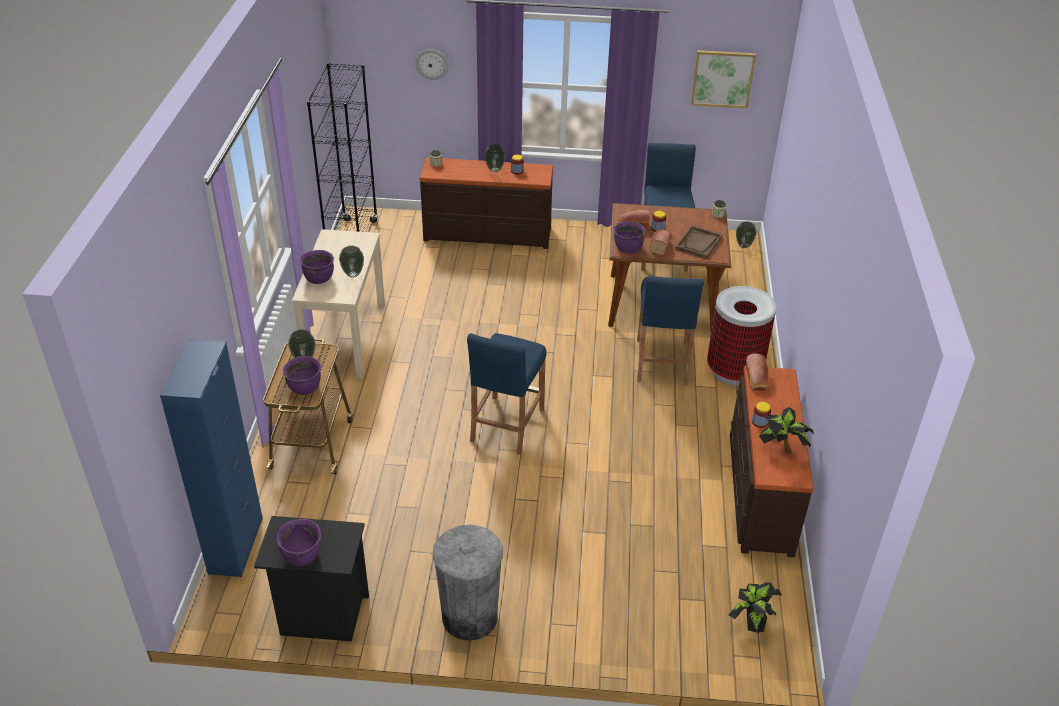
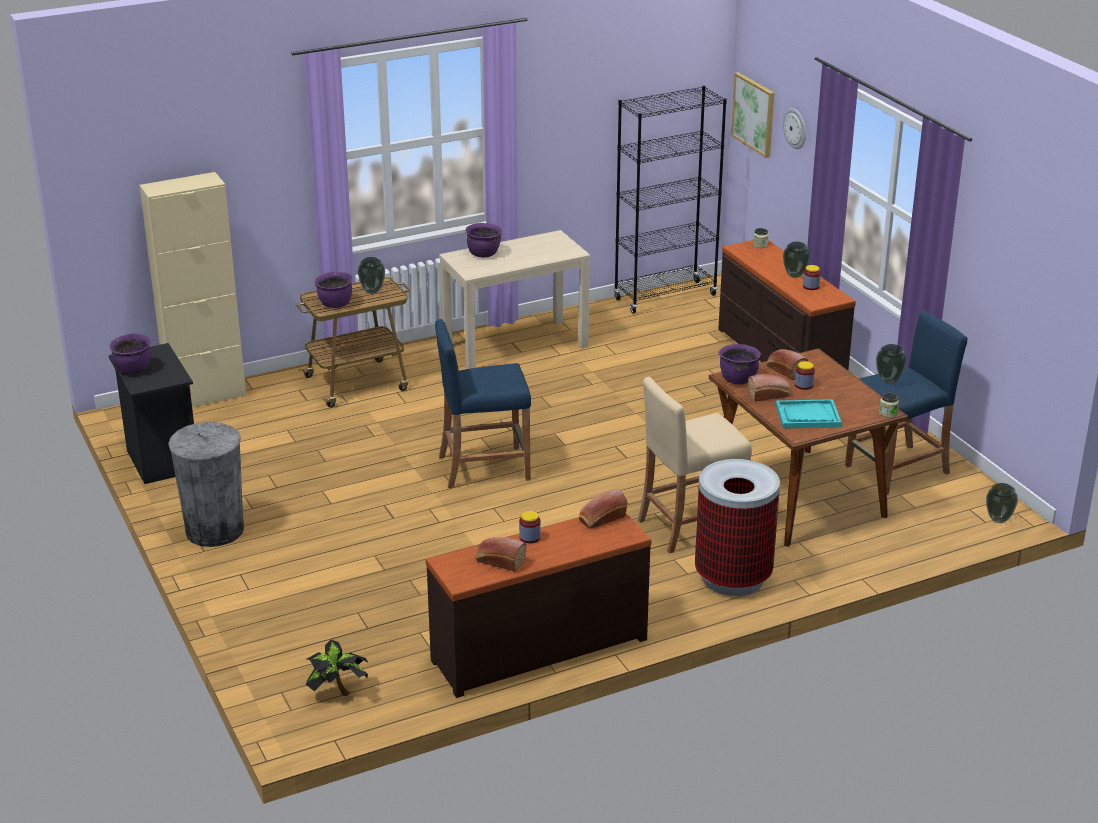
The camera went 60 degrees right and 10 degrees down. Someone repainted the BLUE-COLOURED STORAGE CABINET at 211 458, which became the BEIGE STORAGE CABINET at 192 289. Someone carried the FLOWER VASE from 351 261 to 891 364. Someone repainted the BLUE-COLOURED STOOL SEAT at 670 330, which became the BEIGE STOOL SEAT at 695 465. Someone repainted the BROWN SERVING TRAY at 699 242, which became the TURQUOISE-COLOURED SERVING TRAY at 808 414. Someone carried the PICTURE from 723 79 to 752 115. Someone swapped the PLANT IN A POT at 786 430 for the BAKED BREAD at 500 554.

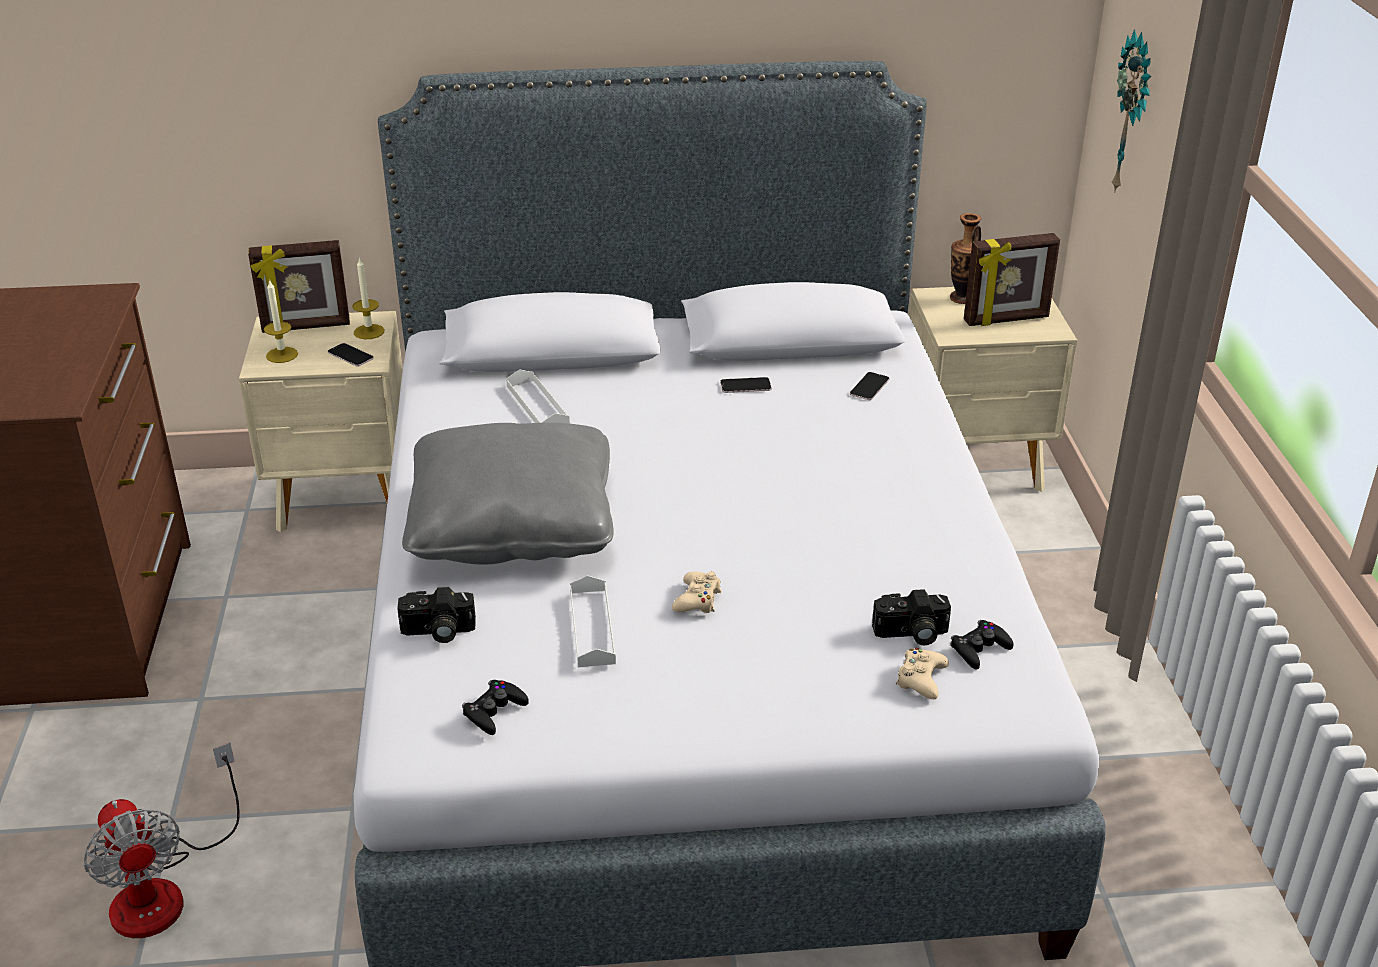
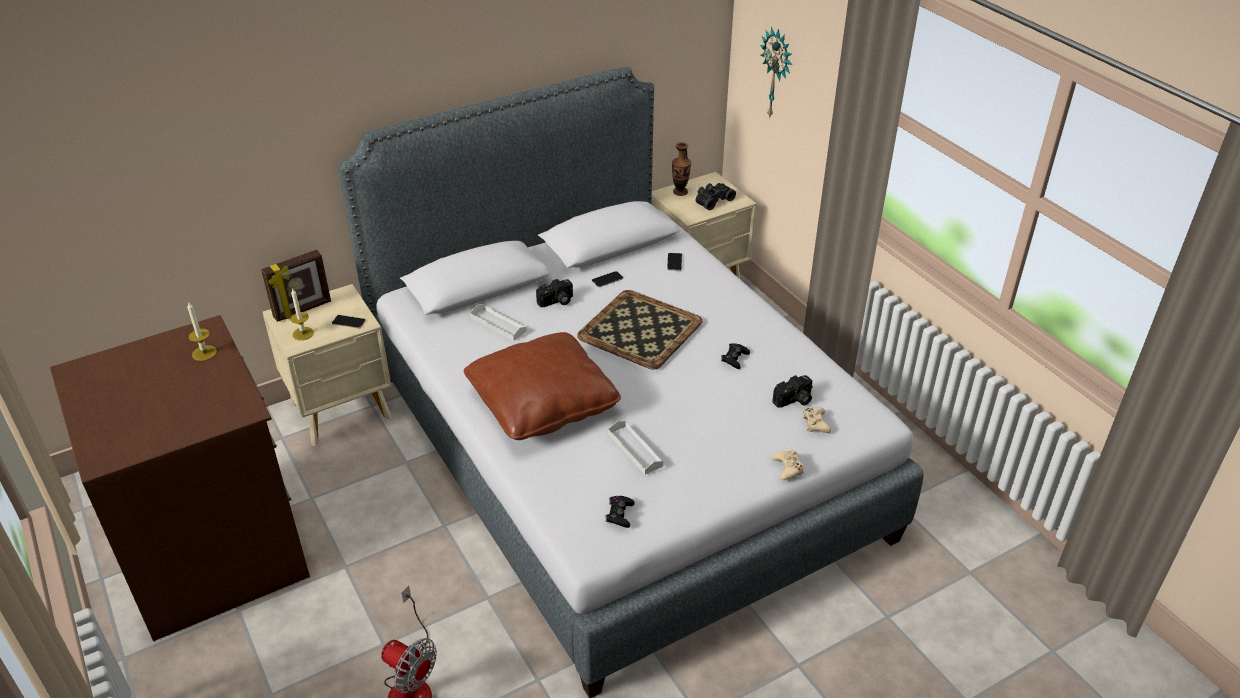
The camera went 25 degrees left and 5 degrees up. Someone carried the CANDLE from 368 299 to 202 331. Someone carried the PHOTO CAMERA from 436 615 to 554 293. Someone repainted the GREY CUSHION at 508 494, which became the BROWN CUSHION at 542 386. Someone carried the BEIGE GAMEPAD from 697 592 to 788 465. Someone carried the BLACKISH GAMEPAD from 982 645 to 735 356. Someone swapped the PHOTO FRAME at 1012 279 for the BLACKISH FIELD GLASSES at 716 196. Someone put down the SERVING TRAY at 640 329.

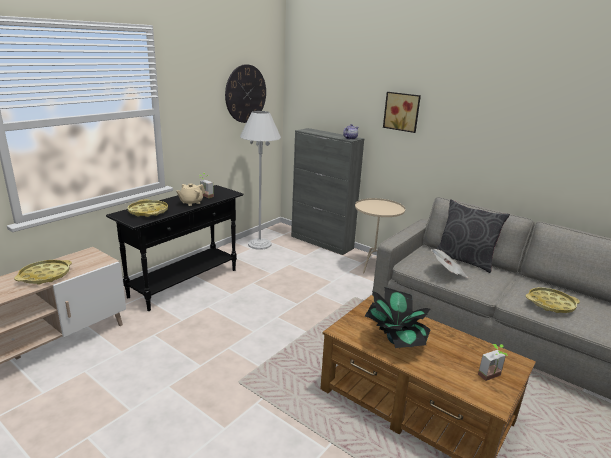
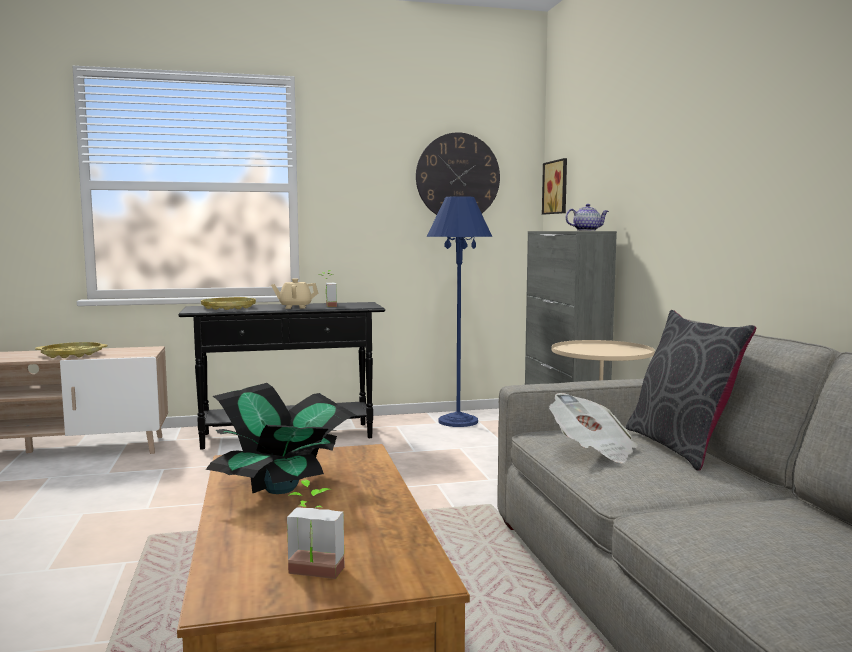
The camera went 40 degrees right and 15 degrees down. Someone repainted the WHITE STANDARD LAMP at 260 180, which became the BLUE-COLOURED STANDARD LAMP at 459 311. Someone carried the PICTURE from 402 112 to 554 186. Someone took away the YELLOW-COLOURED SERVING TRAY at 553 300.

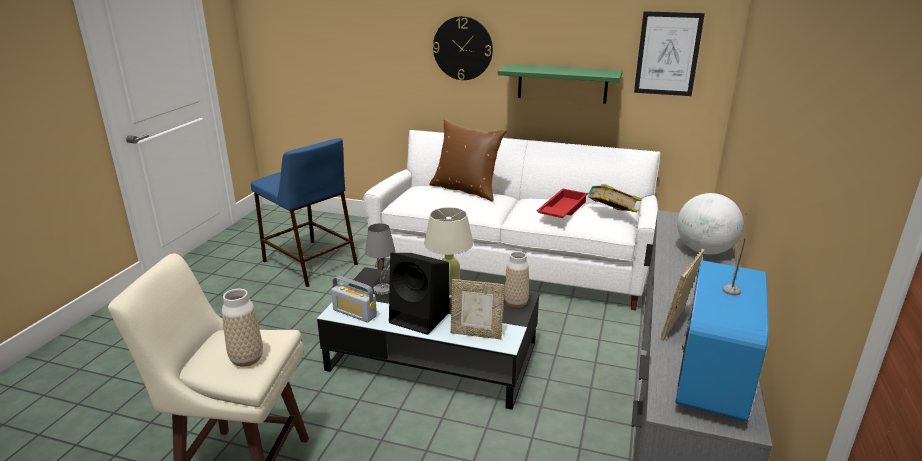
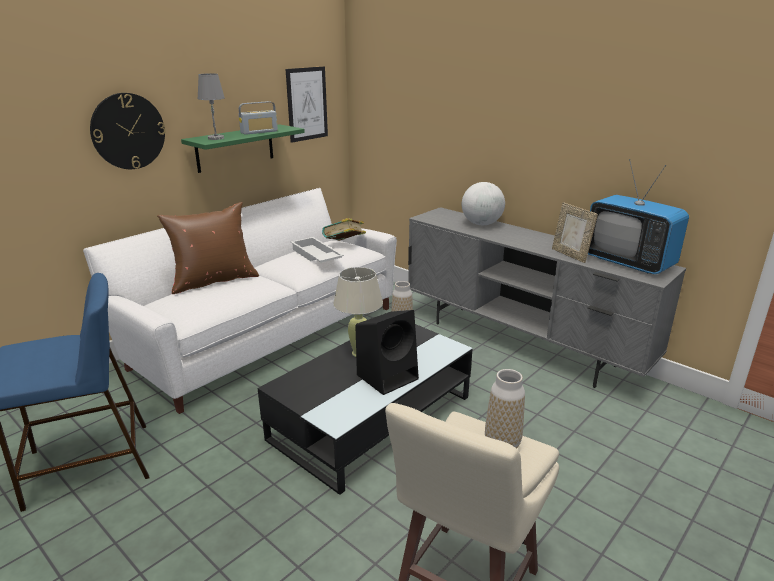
The camera went 65 degrees left and 0 degrees up. Someone carried the RADIO SET from 354 299 to 258 118. Someone carried the GREY TABLE LAMP from 380 259 to 211 106. Someone took away the PHOTO FRAME at 478 309. Someone repainted the REDDISH SERVING TRAY at 562 203, which became the WHITE SERVING TRAY at 317 250.

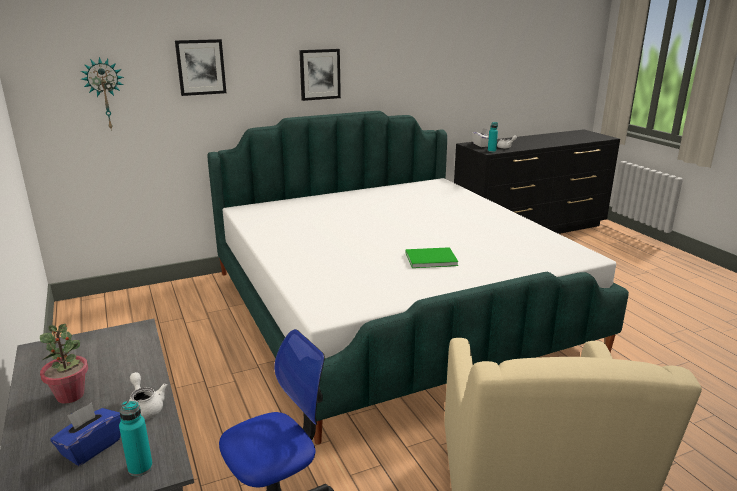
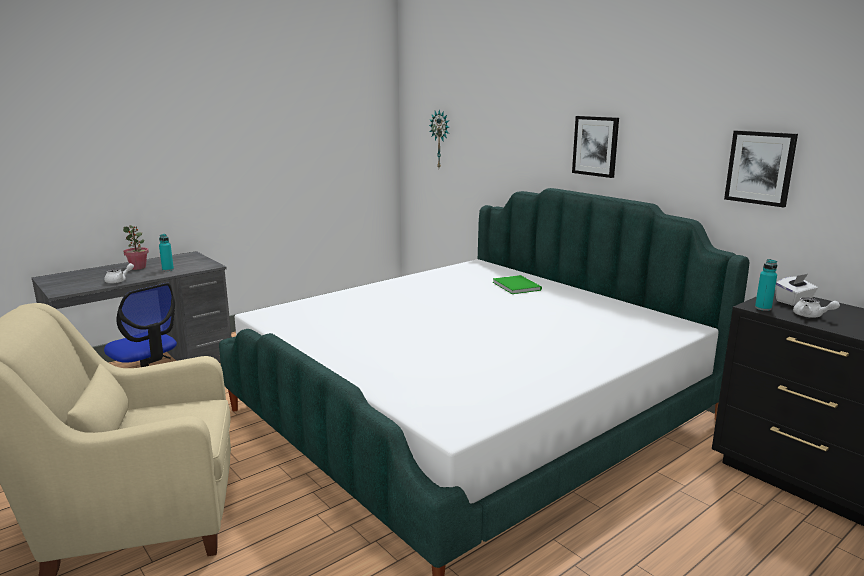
The camera went 75 degrees right and 5 degrees down. Someone took away the BLUE-COLOURED TISSUE BOX at 85 434. Someone carried the TURQUOISE-COLOURED DRINK BOTTLE from 136 438 to 166 252. Someone carried the PICTURE from 200 67 to 761 169. Someone carried the GREEN-COLOURED BOOK from 432 257 to 517 284.

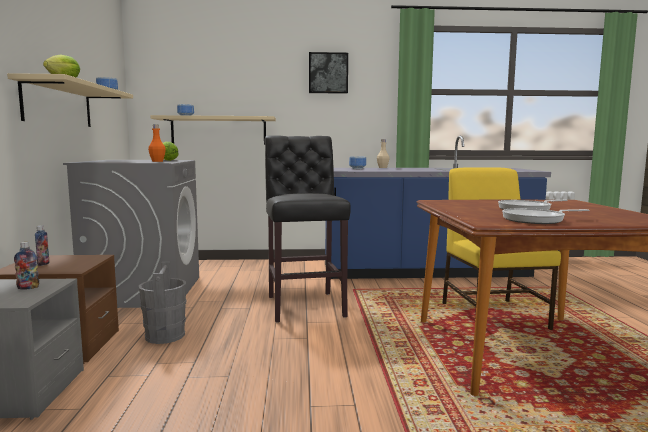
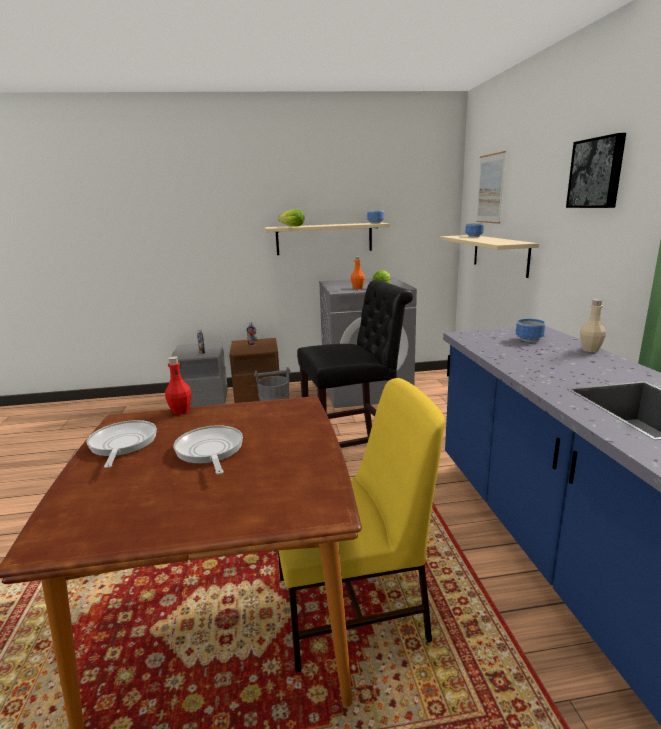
The camera went 85 degrees right and 10 degrees up. Someone put down the REDDISH DRINK BOTTLE at 178 385. Someone put up the PICTURE at 491 187.

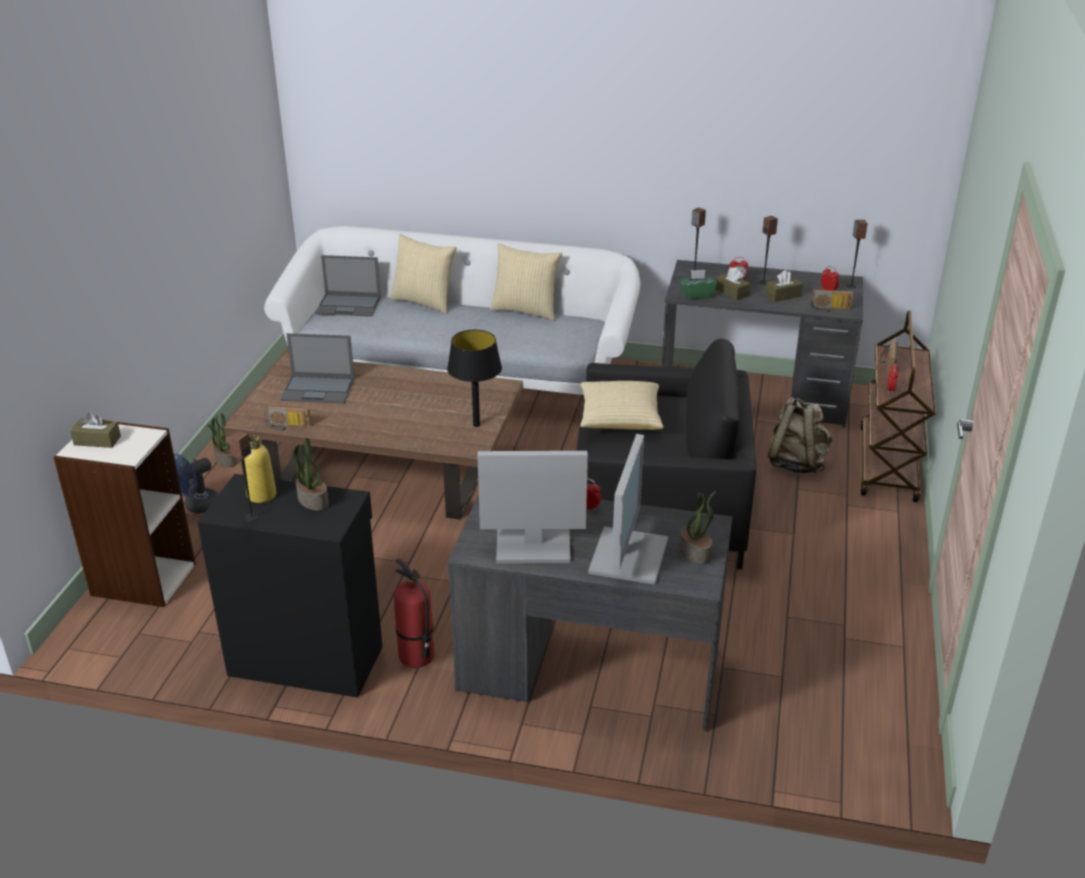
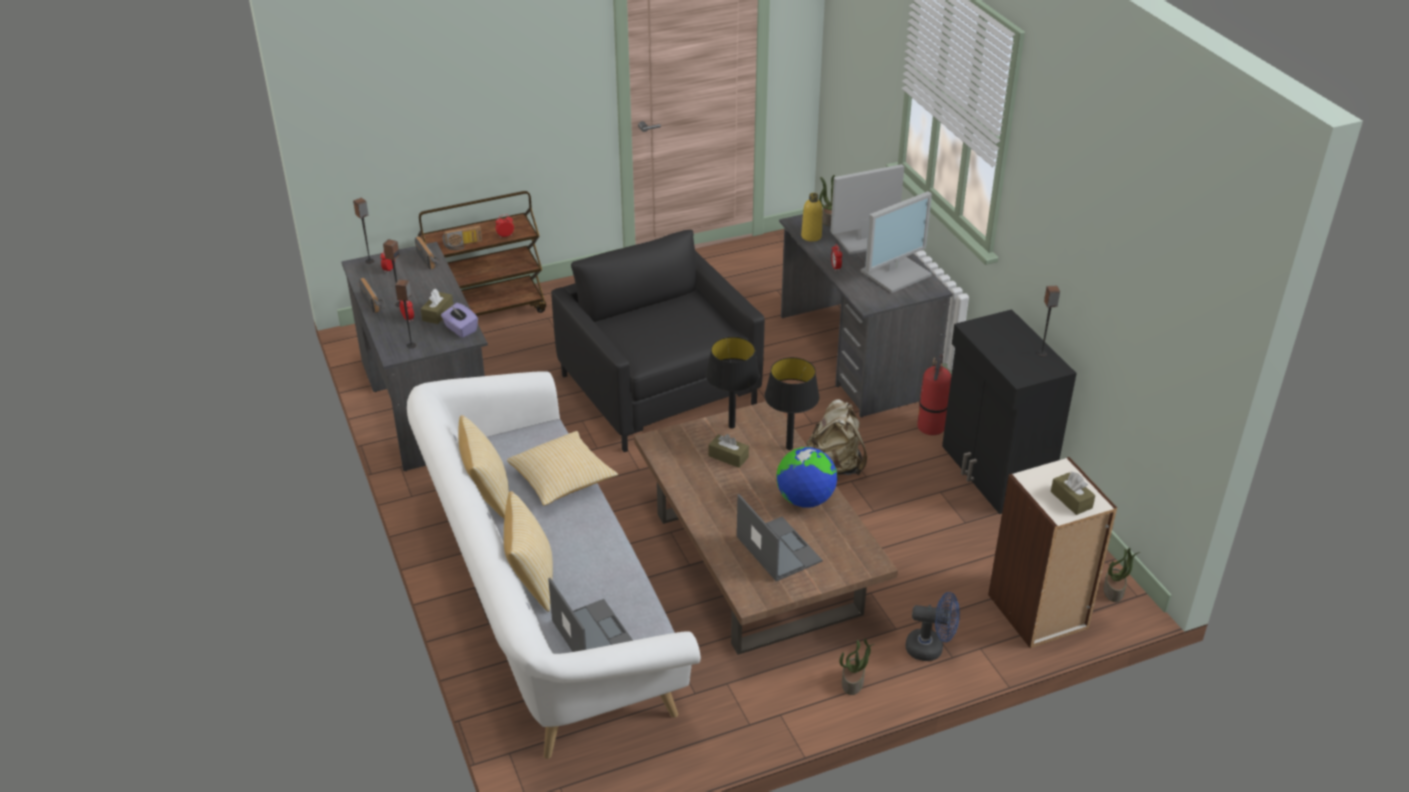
The camera went 125 degrees left and 5 degrees up. Someone carried the YELLOW-COLOURED DRINK BOTTLE from 260 469 to 811 217. Someone carried the RADIO SET from 287 418 to 372 295. Someone carried the PLANT IN A POT from 309 474 to 1121 575. Someone rotated the COMPUTER DISPLAY at 532 507 by 90 degrees counterclockwise. Someone carried the CUSHION from 622 405 to 562 468. Someone repainted the GREEN-COLOURED TISSUE BOX at 698 284, which became the PURPLE TISSUE BOX at 459 320. Someone carried the BROWN TISSUE BOX from 784 286 to 729 451. Someone carried the BEIGE RUCKSACK from 800 435 to 836 437. Someone put down the BLACKISH TABLE LAMP at 792 403. Someone put down the WORLD GLOBE at 807 477.

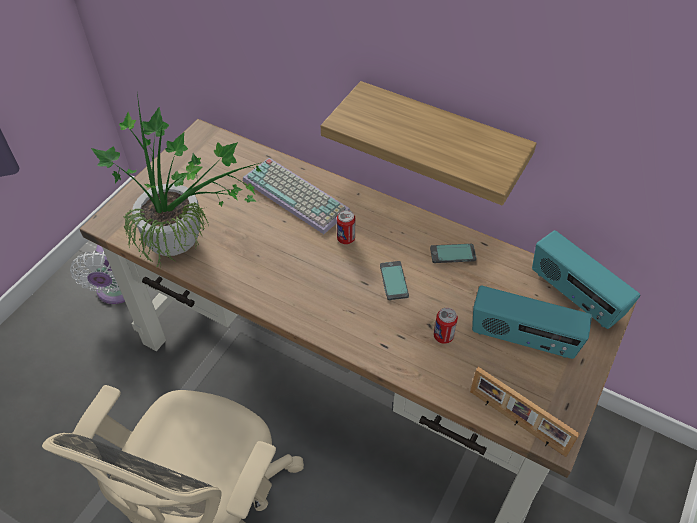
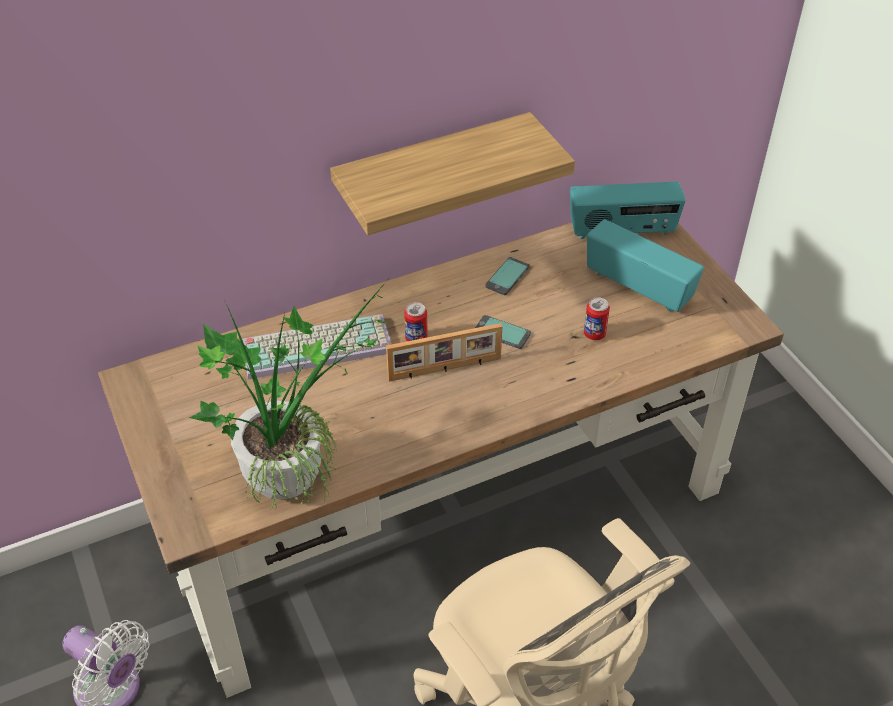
The camera went 55 degrees left and 5 degrees down. Someone carried the PHOTO FRAME from 525 412 to 444 352. Someone rotated the RADIO SET at 532 322 by 105 degrees counterclockwise.

